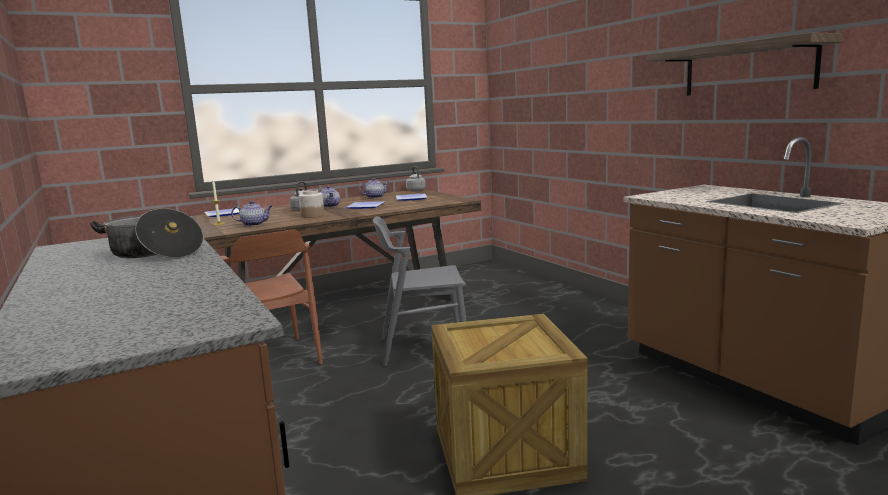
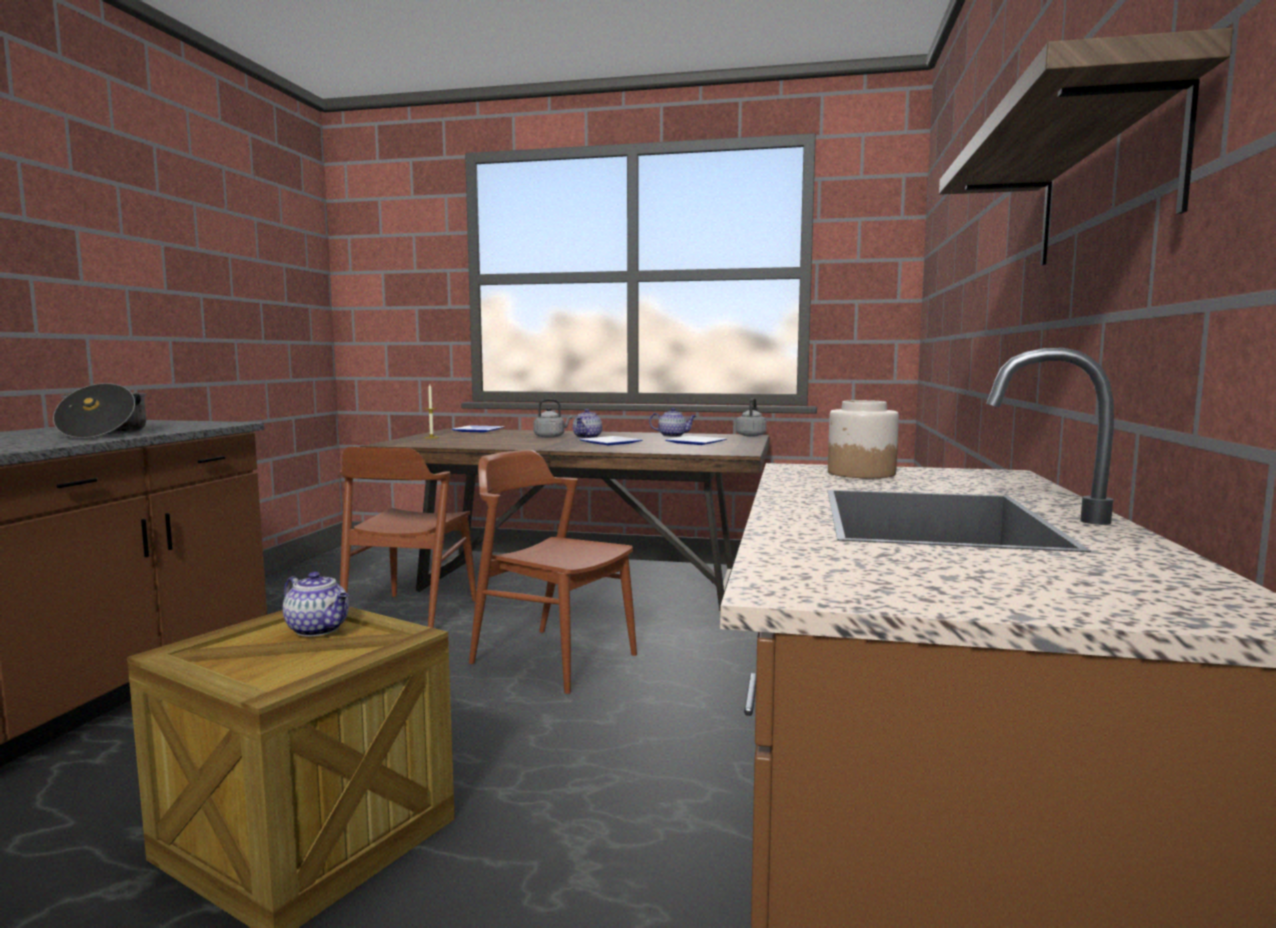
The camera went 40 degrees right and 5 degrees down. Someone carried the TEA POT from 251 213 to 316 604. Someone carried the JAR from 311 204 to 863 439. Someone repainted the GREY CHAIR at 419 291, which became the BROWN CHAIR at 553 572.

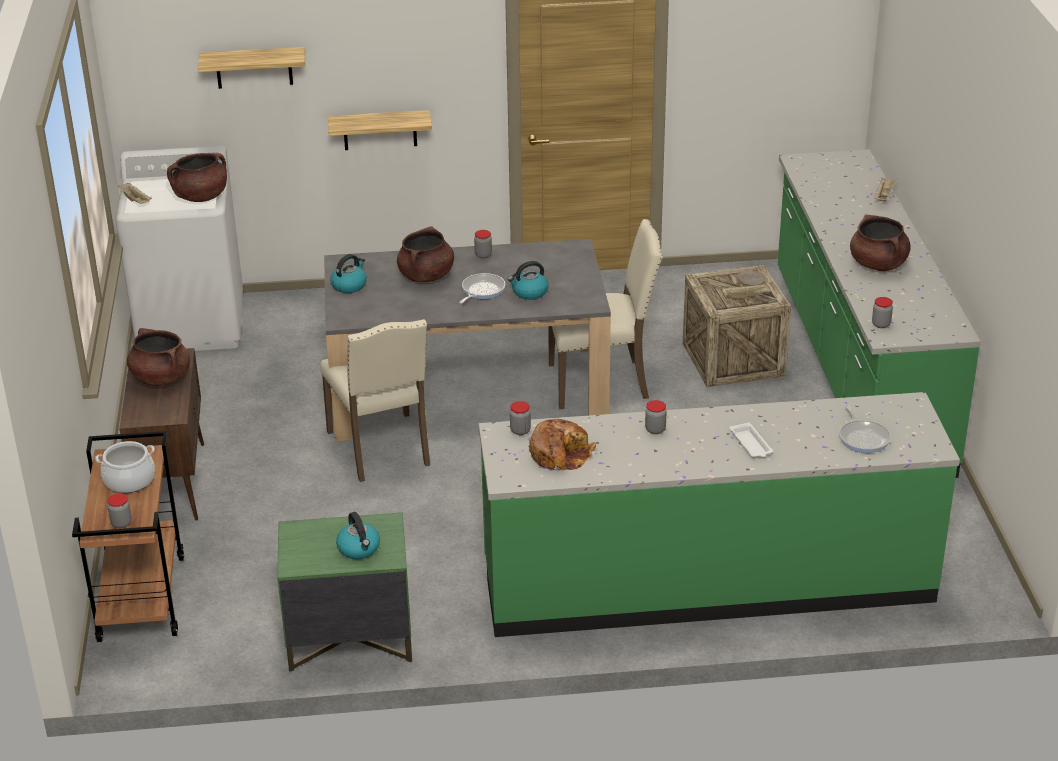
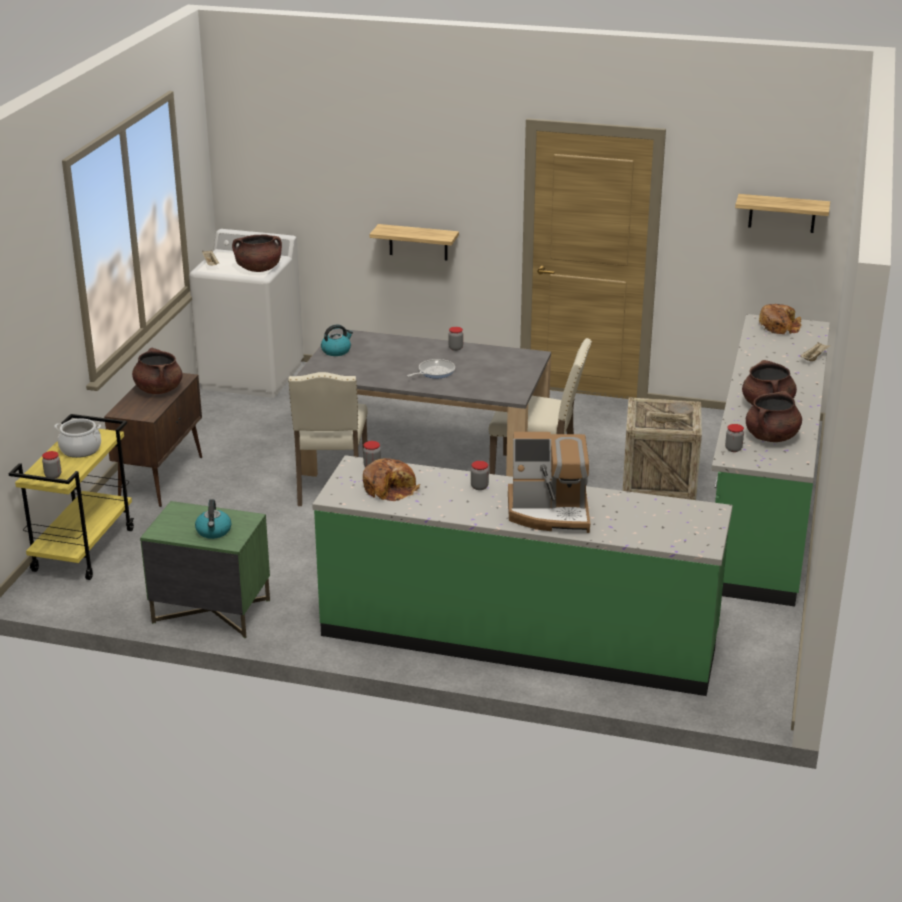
The camera went 20 degrees right and 5 degrees down. Someone repainted the BROWN CART at 128 536, which became the YELLOW-COLOURED CART at 71 497. Someone carried the BRACKET SHELF from 251 68 to 782 213. Someone carried the BROWN STOCKPOT from 425 254 to 774 416. Someone took away the KETTLE at 528 280. Someone swapped the WHITE SERVING TRAY at 751 440 for the COFFEE MAKER at 549 482. Someone took away the FRYING PAN at 865 428. Someone put down the BAKED BREAD at 780 319.

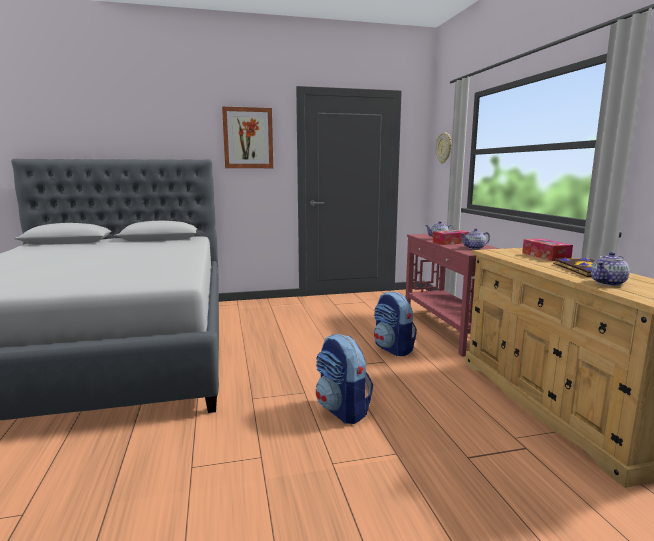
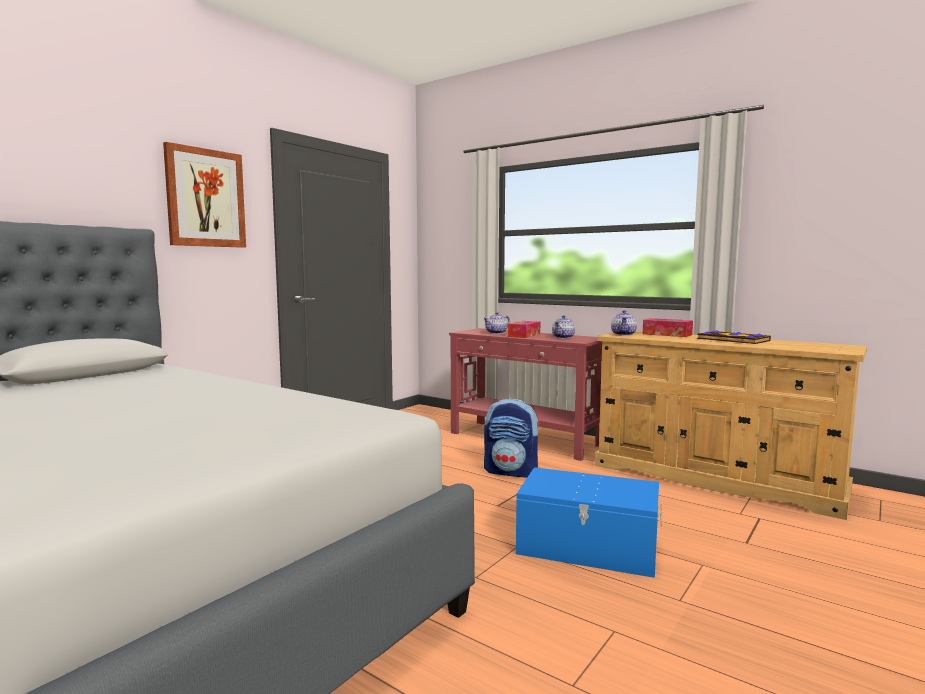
The camera went 40 degrees left and 5 degrees down. Someone swapped the RUCKSACK at 344 379 for the BLUE-COLOURED STORAGE CONTAINER at 589 522. Someone took away the CLOCK ON THE WALL at 443 147. Someone carried the TEA POT from 610 269 to 624 323.

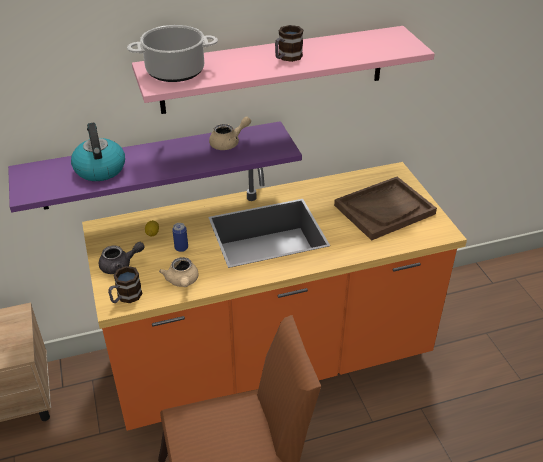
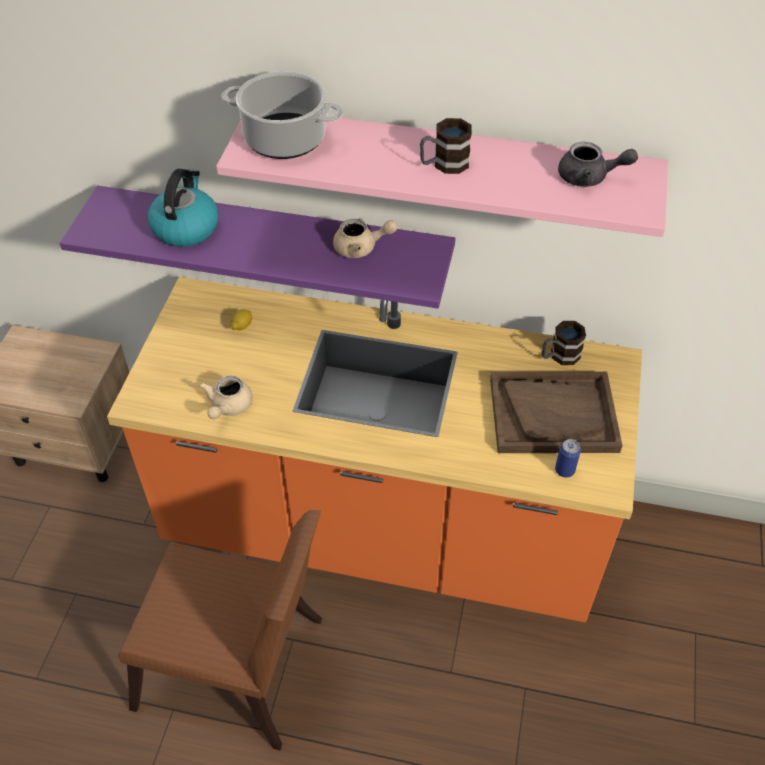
The camera went 30 degrees right and 10 degrees up. Someone carried the GREY TEA POT from 122 258 to 598 164. Someone carried the COFFEE MUG from 125 284 to 564 343. Someone carried the METAL CAN from 180 237 to 568 458.

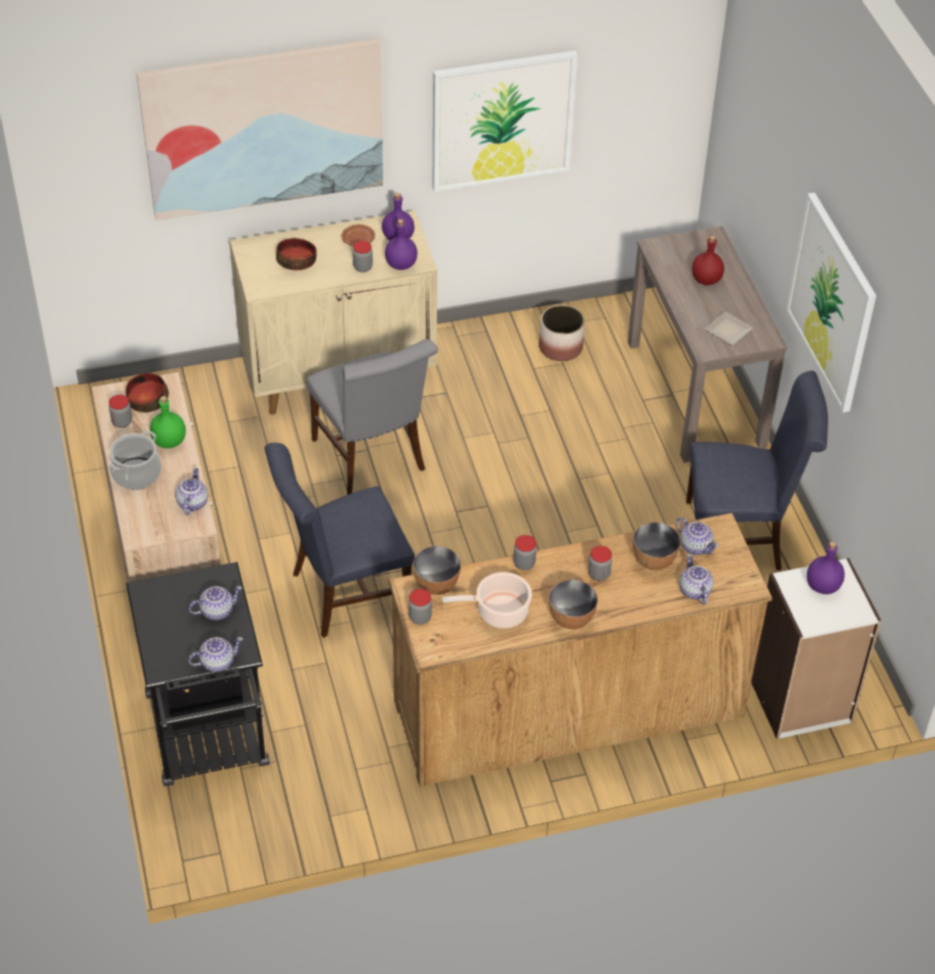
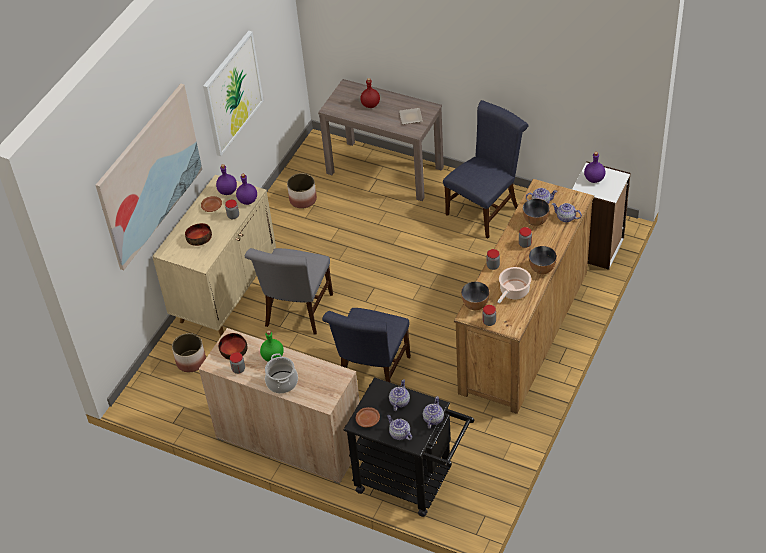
The camera went 45 degrees left and 0 degrees up. Someone carried the TEA POT from 191 491 to 399 427. Someone rotated the GREY CHAIR at 372 417 by 90 degrees clockwise. Someone took away the PICTURE at 831 302. Someone put down the FLOWER POT at 189 352. Someone put down the BROWN DINNER PLATE at 368 417.

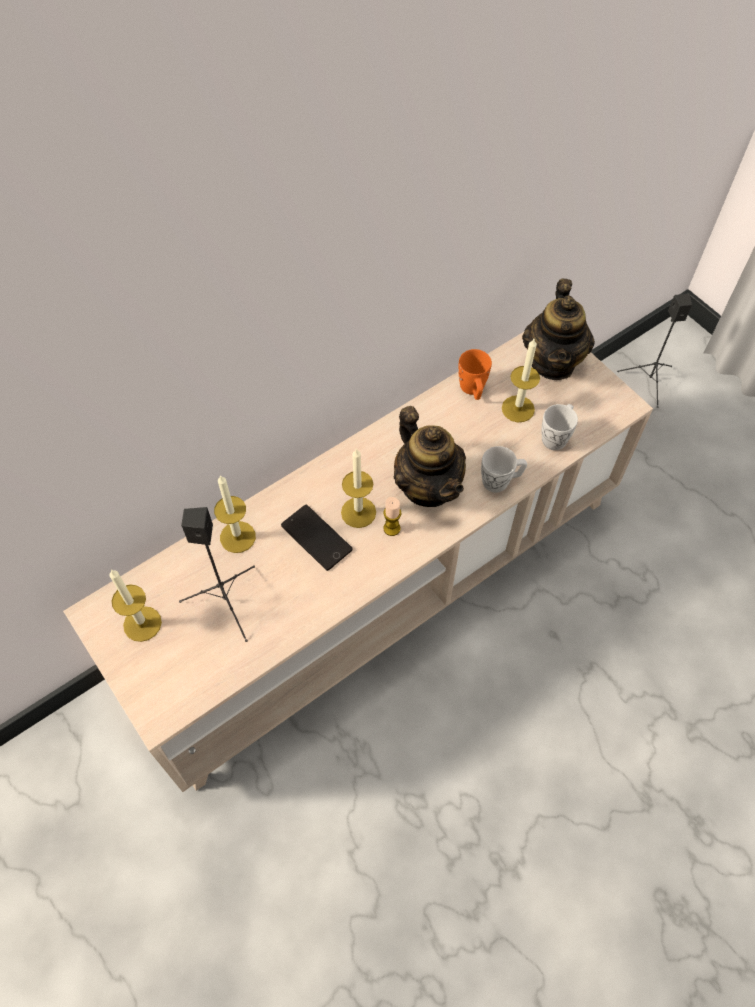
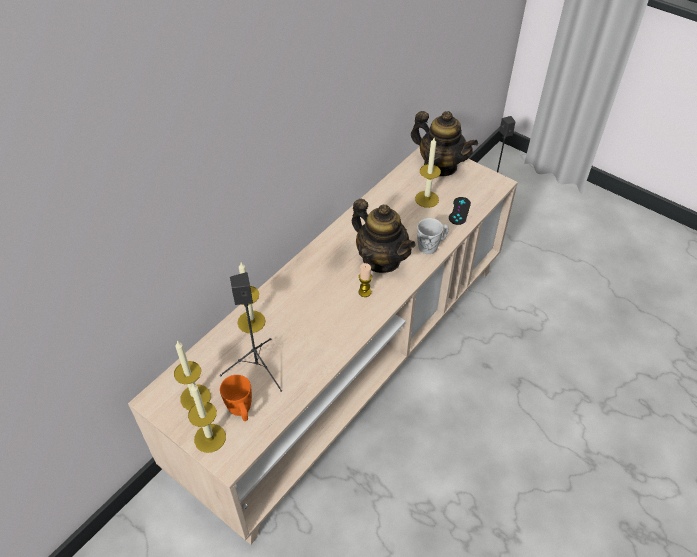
The camera went 15 degrees left and 10 degrees down. Someone took away the PHONE at 317 538. Someone carried the CANDLE from 358 488 to 207 418. Someone carried the ORANGE-COLOURED COFFEE MUG from 475 374 to 236 398. Someone rotated the TEA POT at 558 329 by 45 degrees counterclockwise. Someone swapped the WHITE COFFEE MUG at 560 427 for the BLACKISH GAMEPAD at 460 211.

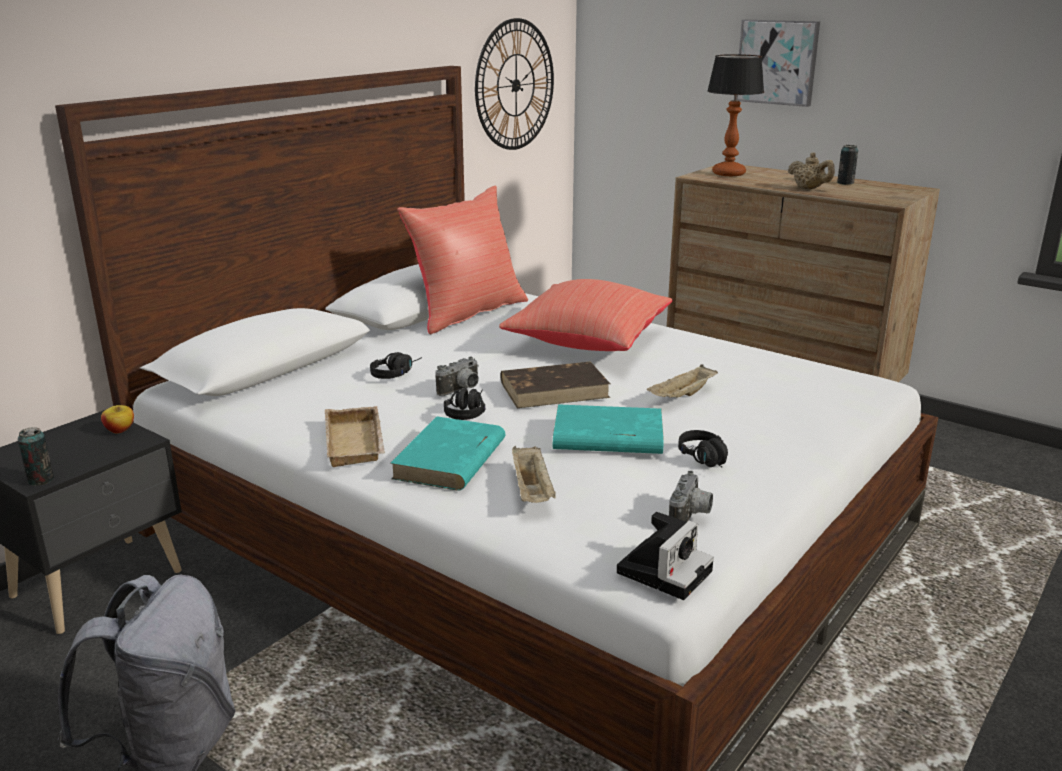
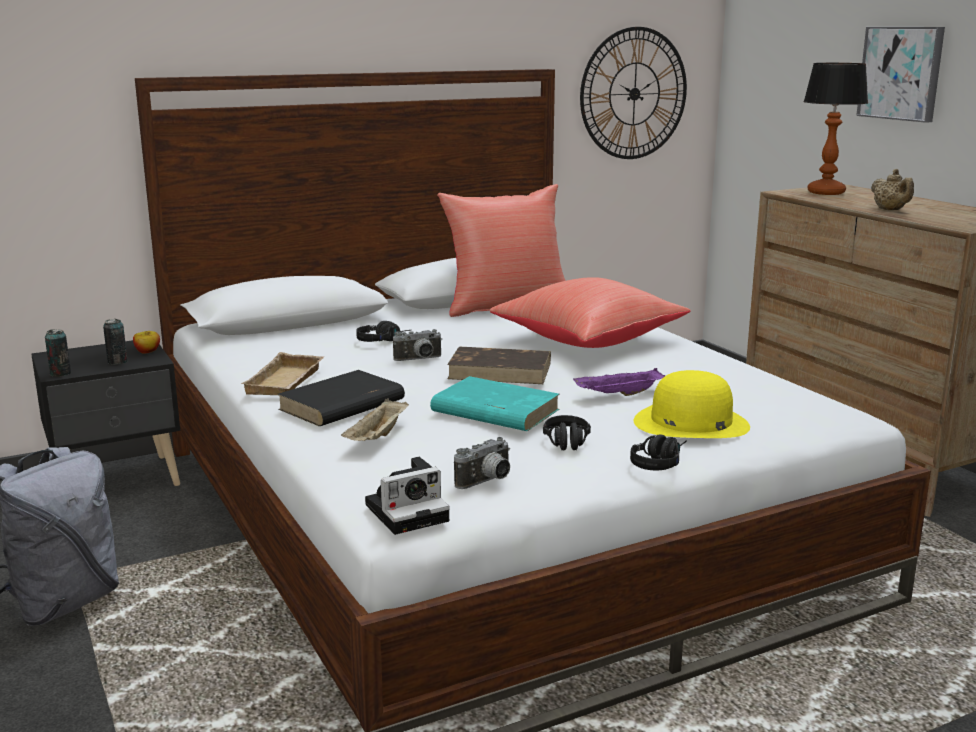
The camera went 25 degrees right and 5 degrees down. Someone repainted the TURQUOISE-COLOURED BOOK at 448 453, which became the BLACKISH BOOK at 341 398. Someone carried the BLACKISH PAIR OF HEADPHONES from 464 404 to 658 452. Someone repainted the BEIGE SERVING TRAY at 682 381, which became the PURPLE SERVING TRAY at 619 382. Someone carried the METAL CAN from 847 165 to 115 342. Someone put down the YELLOW-COLOURED WEARABLE HAT at 692 404.

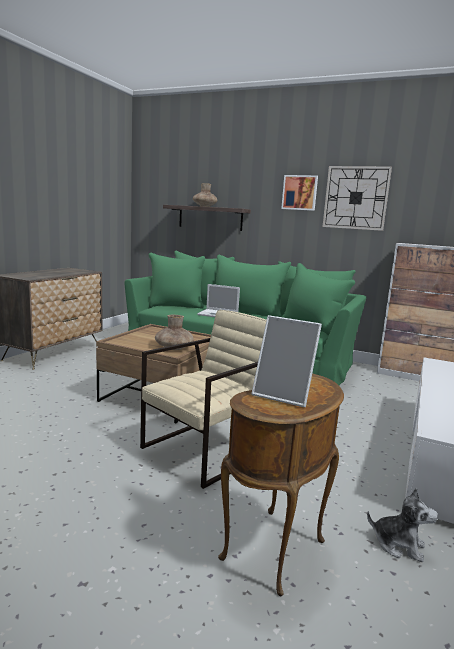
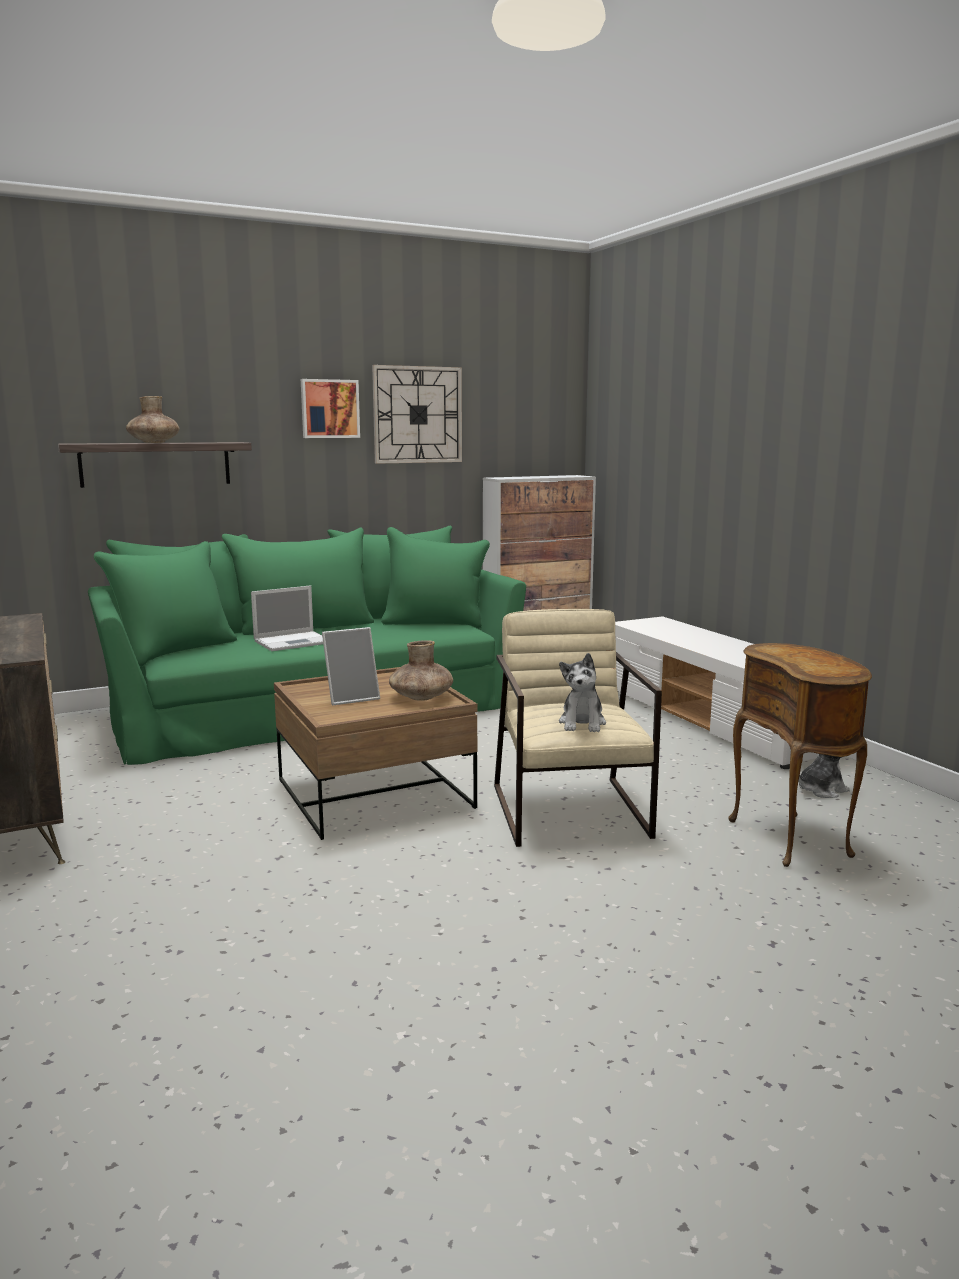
The camera went 50 degrees left and 0 degrees up. Someone carried the PHOTO FRAME from 287 361 to 351 666. Someone put down the SOFT TOY at 582 692.

